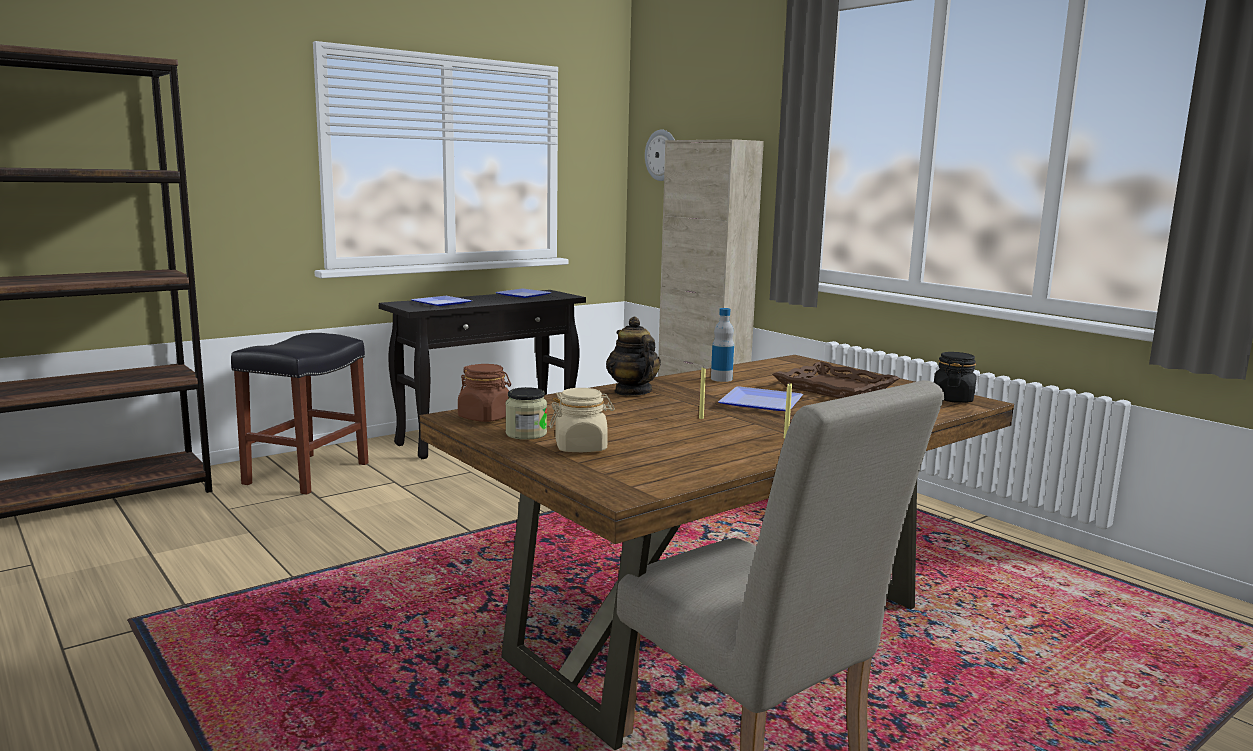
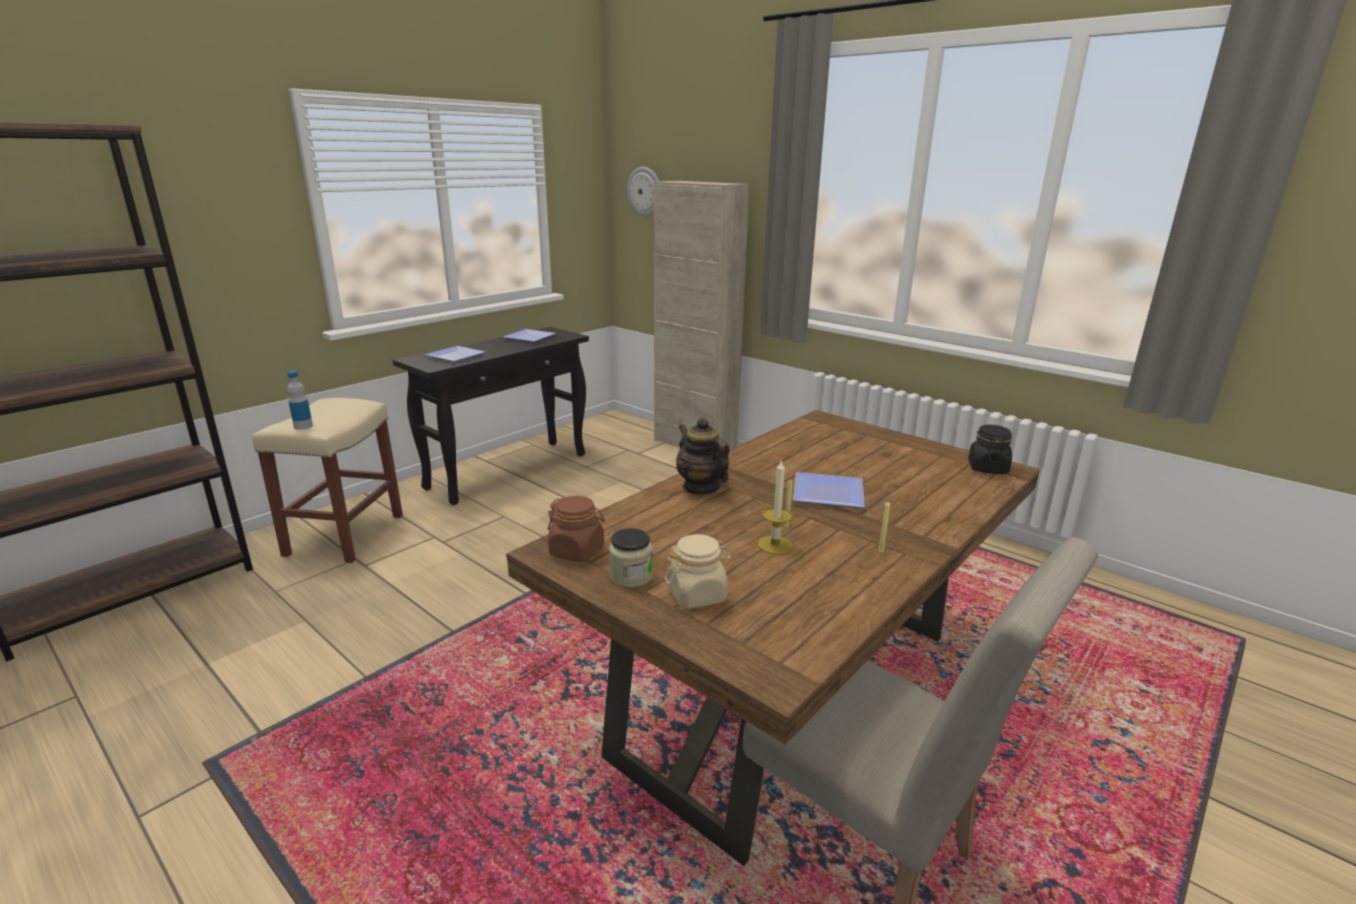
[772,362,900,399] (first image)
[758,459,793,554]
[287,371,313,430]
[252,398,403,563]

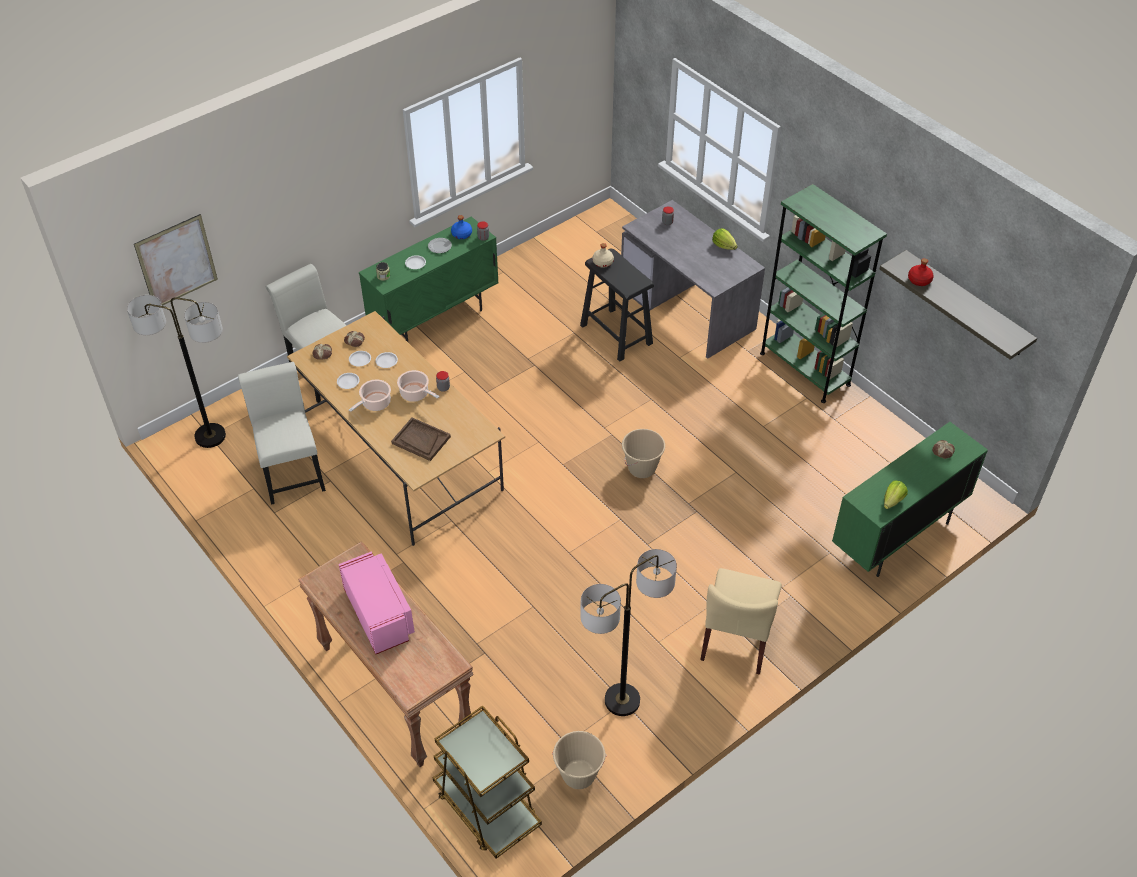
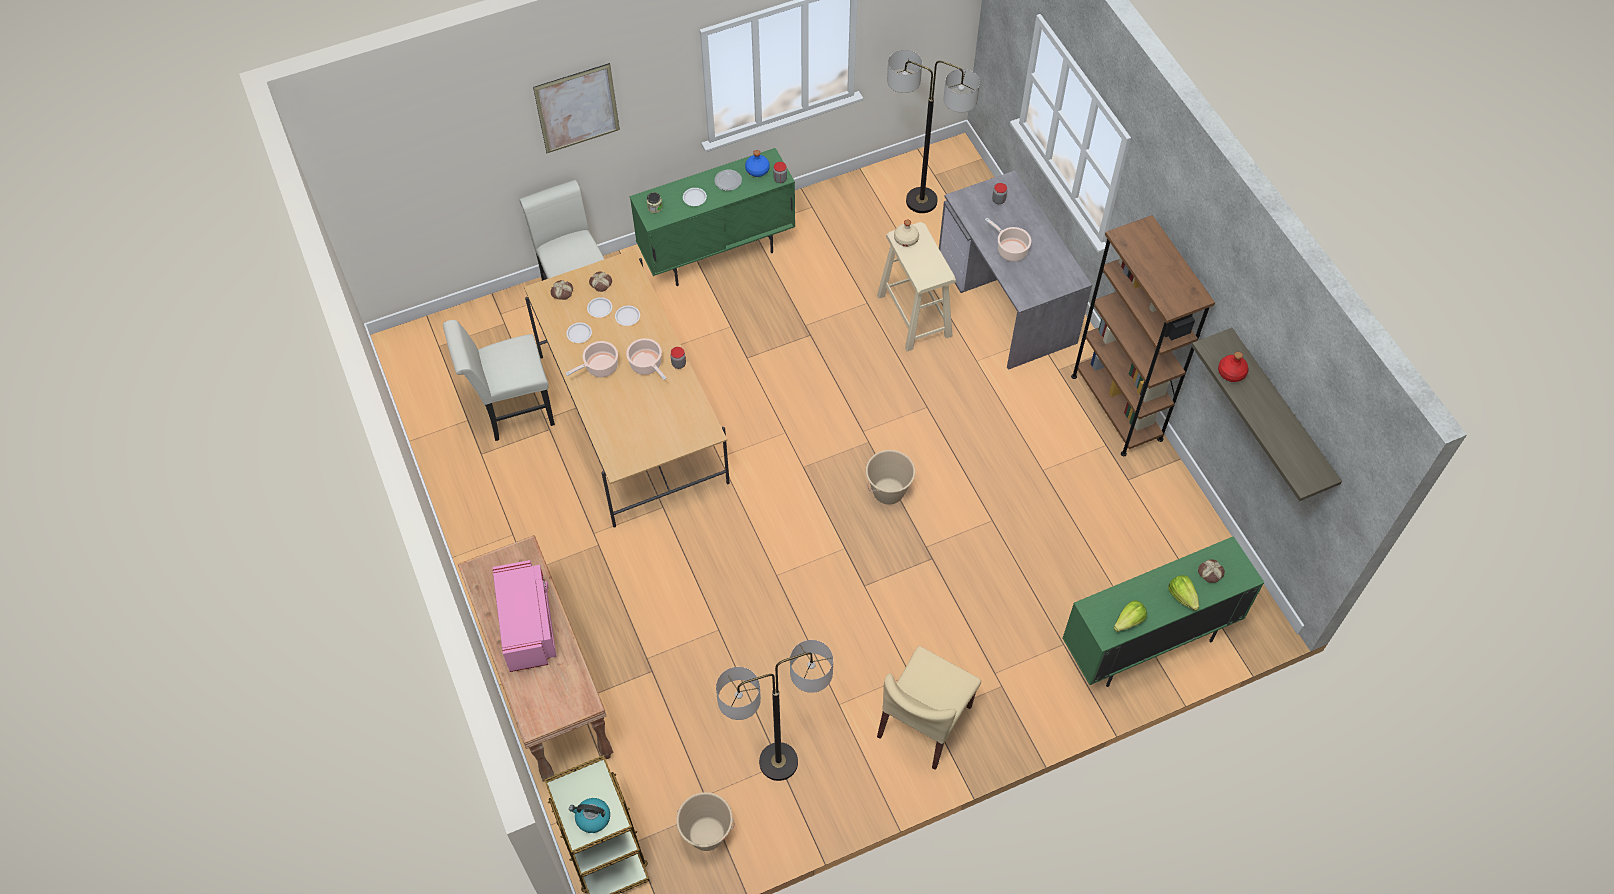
[391,418,451,461] (first image)
[569,798,610,833]
[985,218,1031,262]
[887,50,980,213]
[533,63,620,153]
[1168,575,1199,611]
[877,222,956,352]
[1071,215,1215,456]
[443,320,555,441]

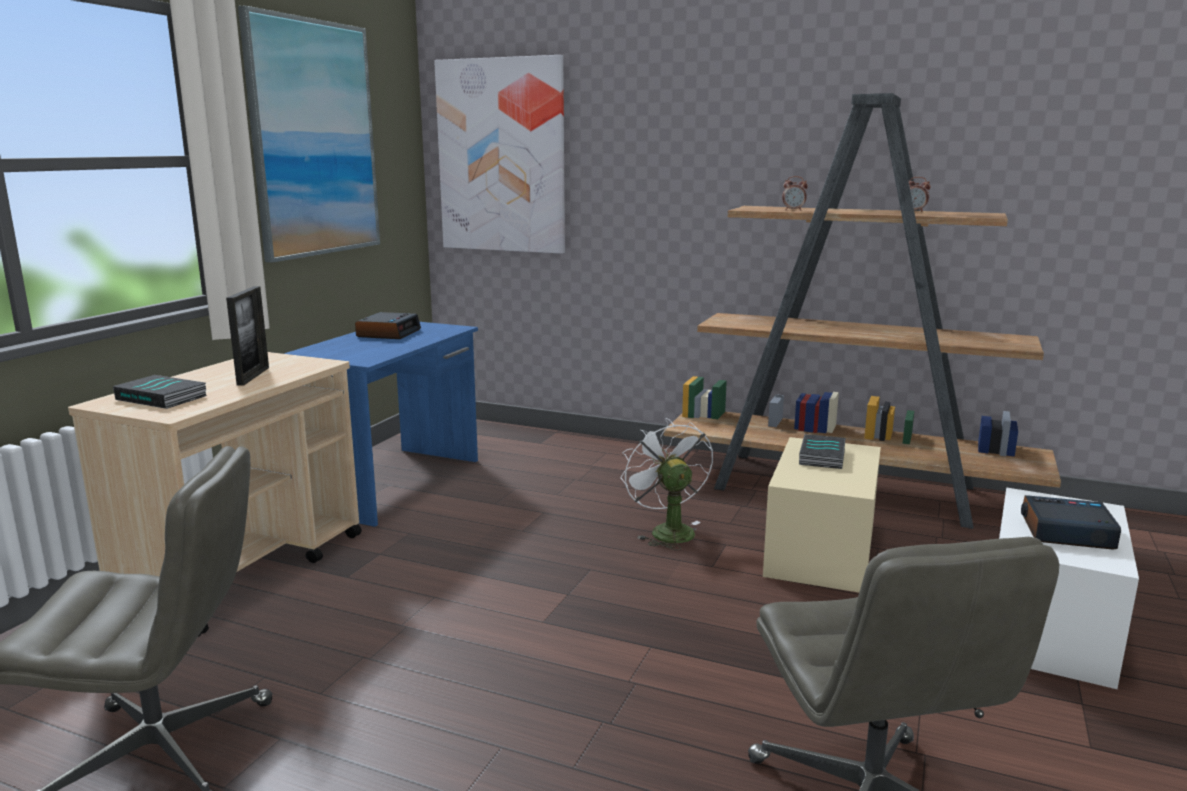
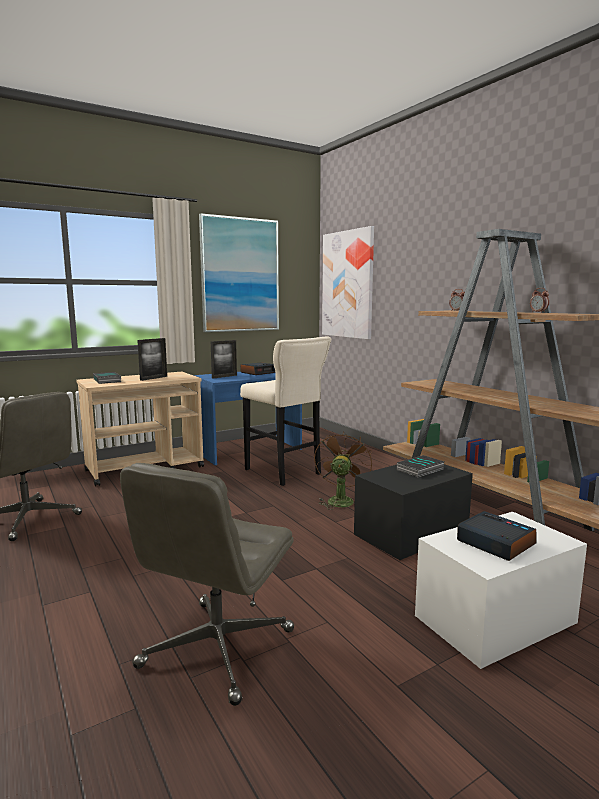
[211,340,237,379]
[240,336,331,486]
[314,431,372,510]
[354,464,473,560]

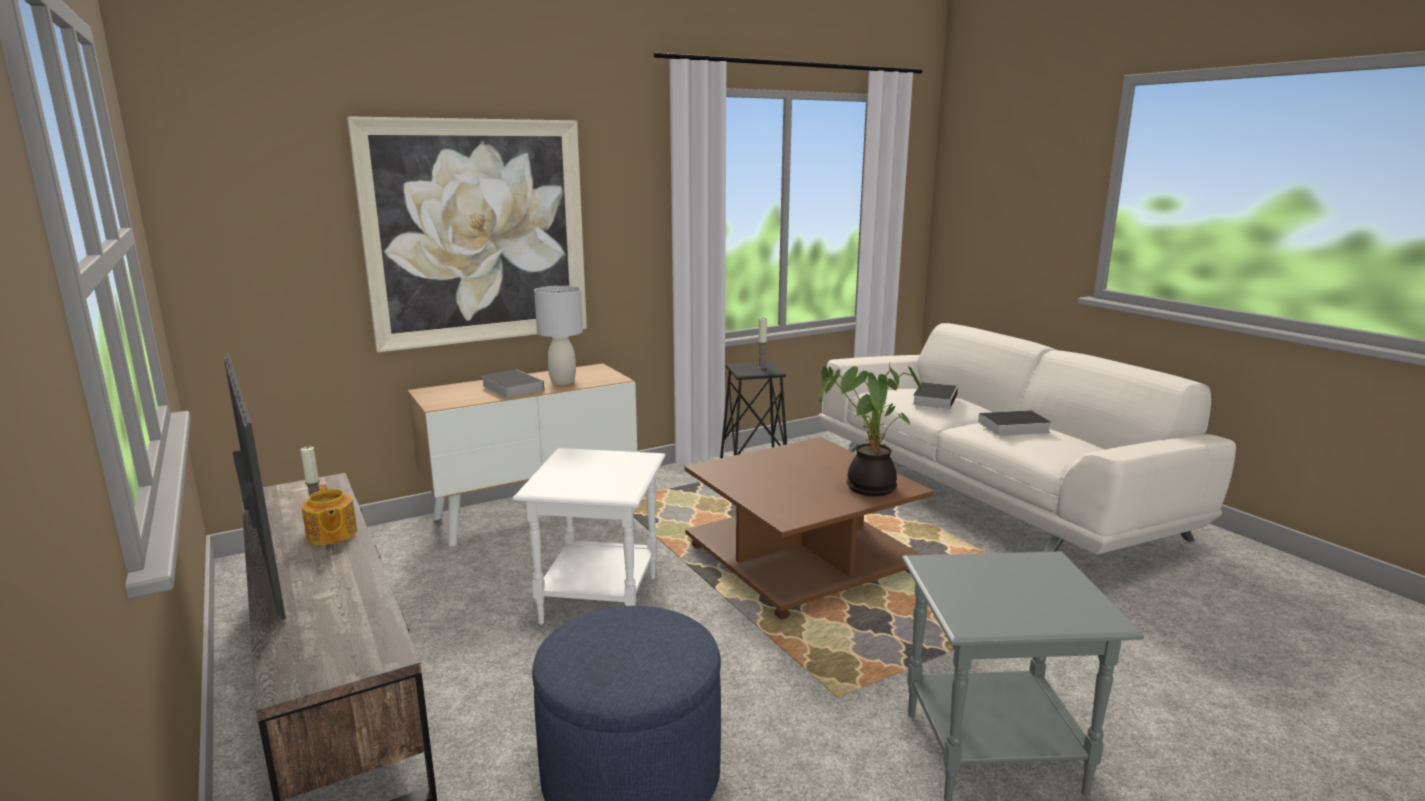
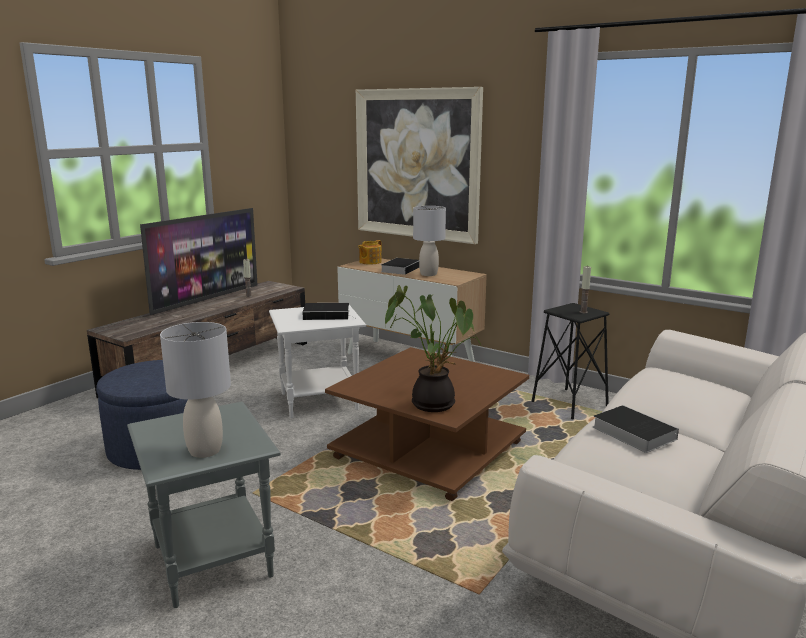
[160,322,231,458]
[358,240,382,264]
[302,303,357,320]

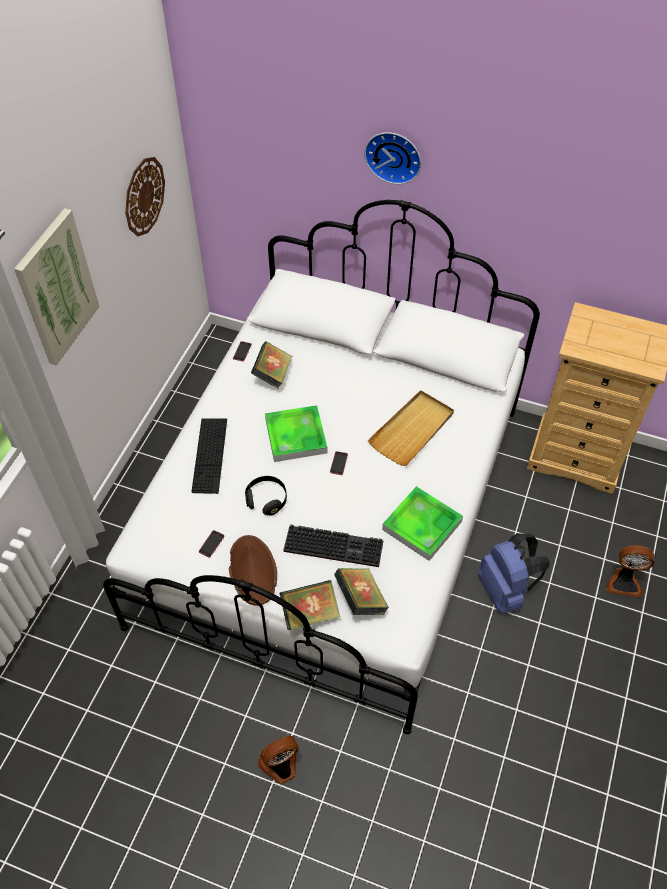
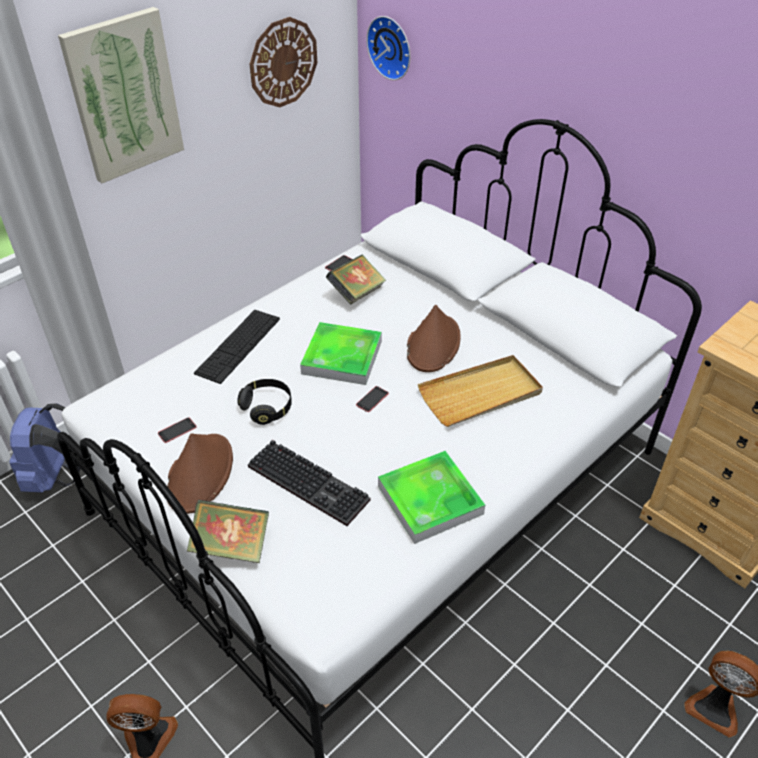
[334,568,389,615] (first image)
[407,305,461,372]
[366,16,411,80]
[9,403,81,493]

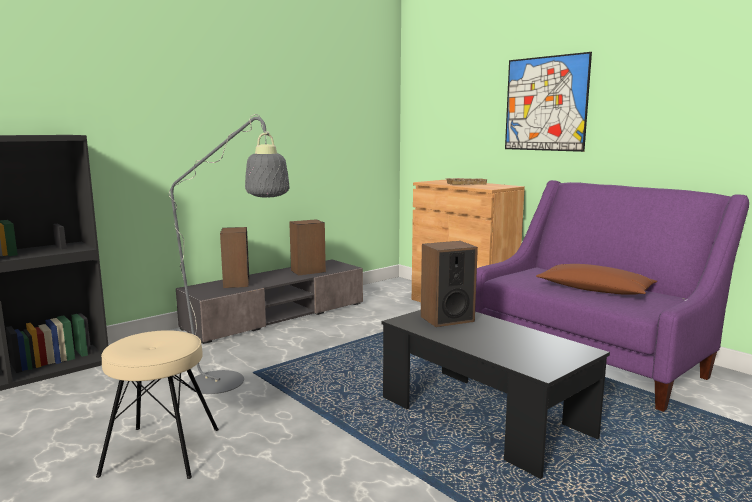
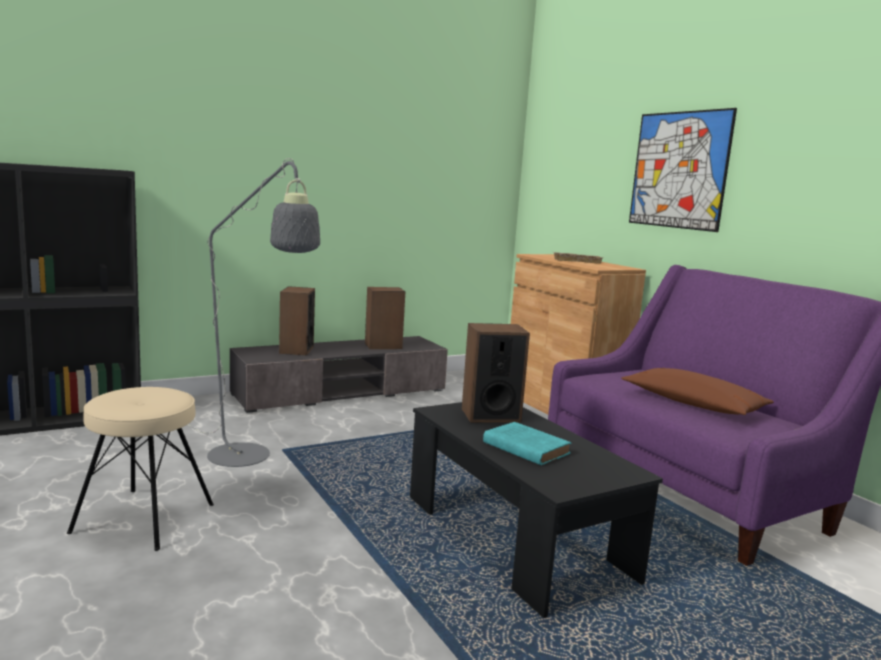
[483,422,571,466]

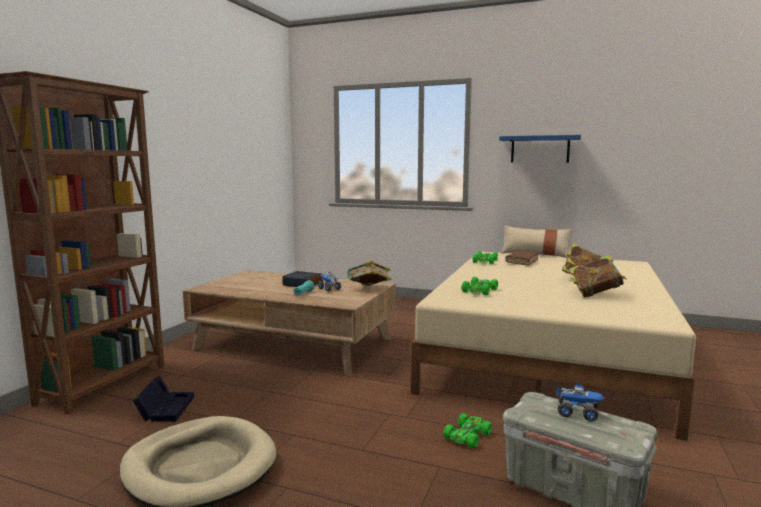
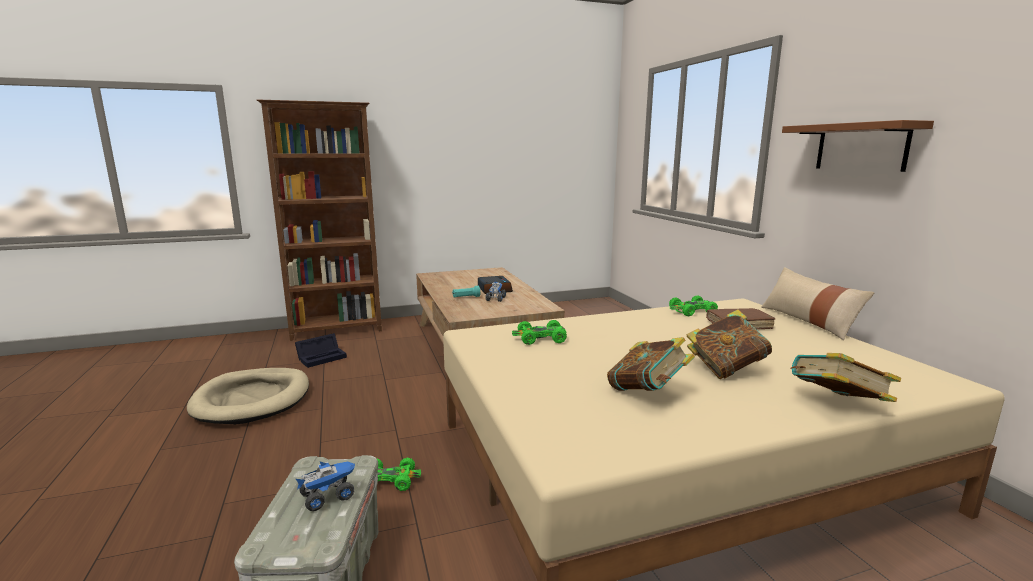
[790,353,901,402]
[782,120,934,172]
[296,461,355,511]

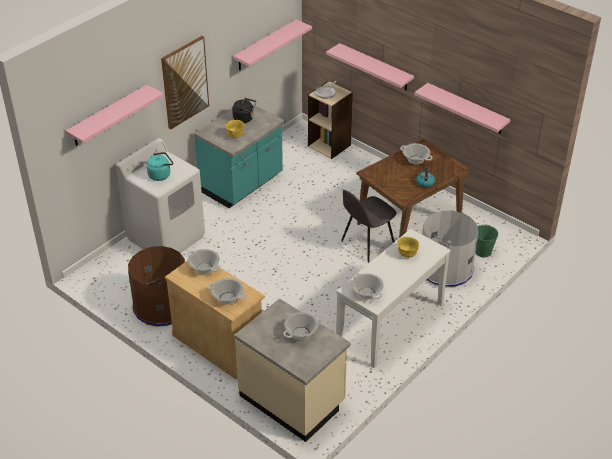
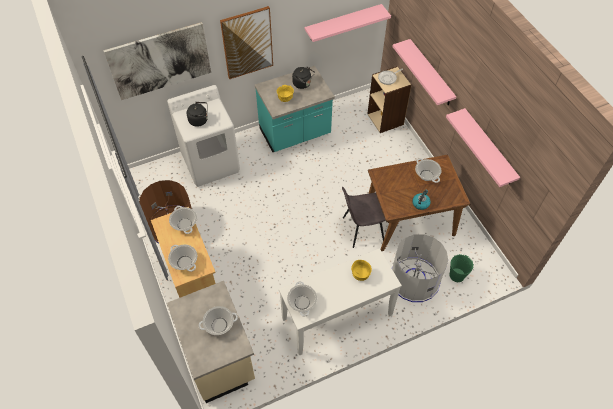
[103,22,211,100]
[187,102,208,127]

